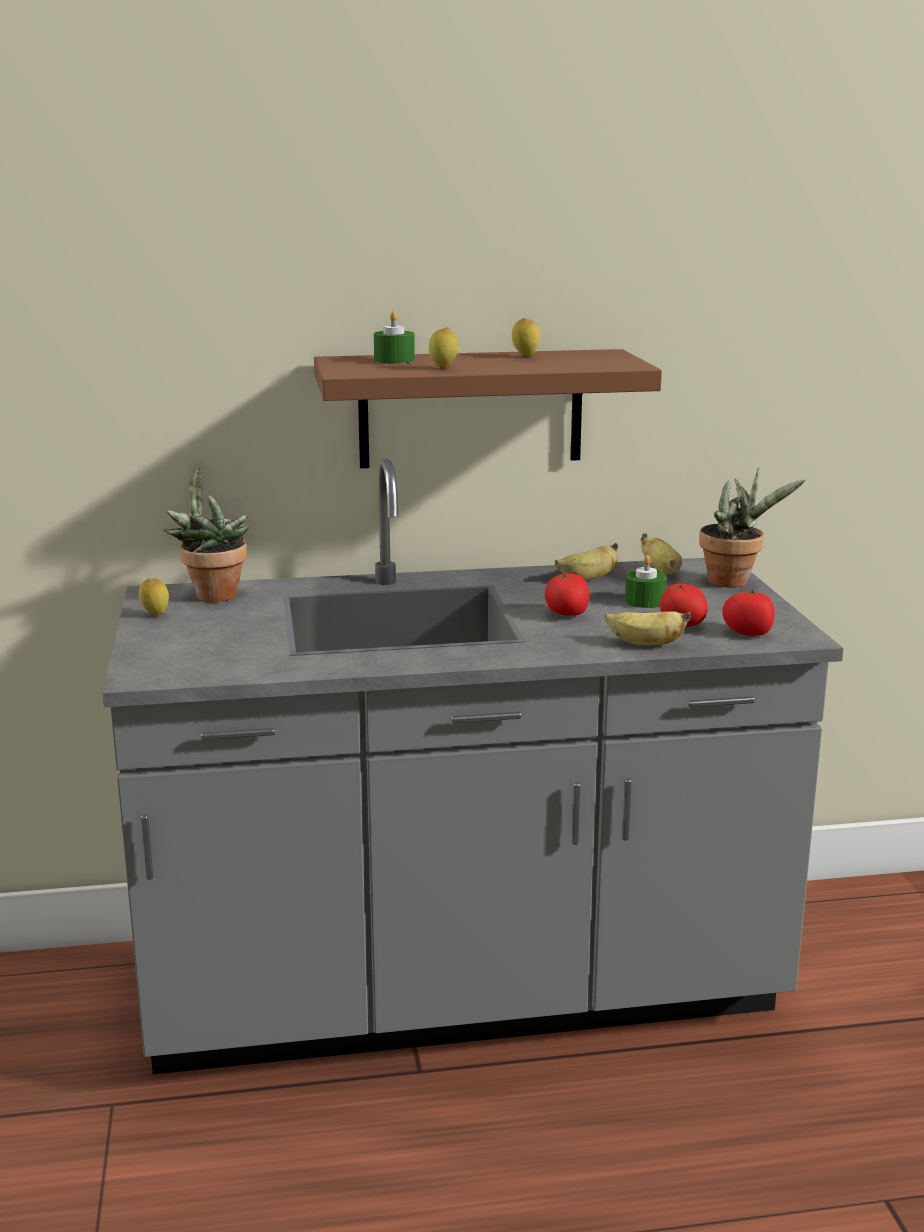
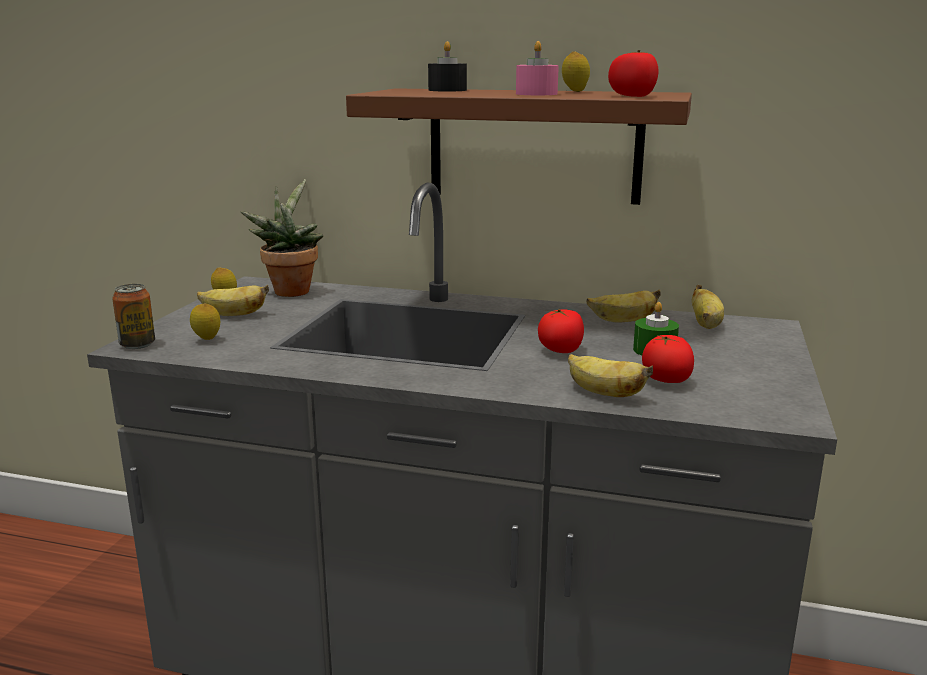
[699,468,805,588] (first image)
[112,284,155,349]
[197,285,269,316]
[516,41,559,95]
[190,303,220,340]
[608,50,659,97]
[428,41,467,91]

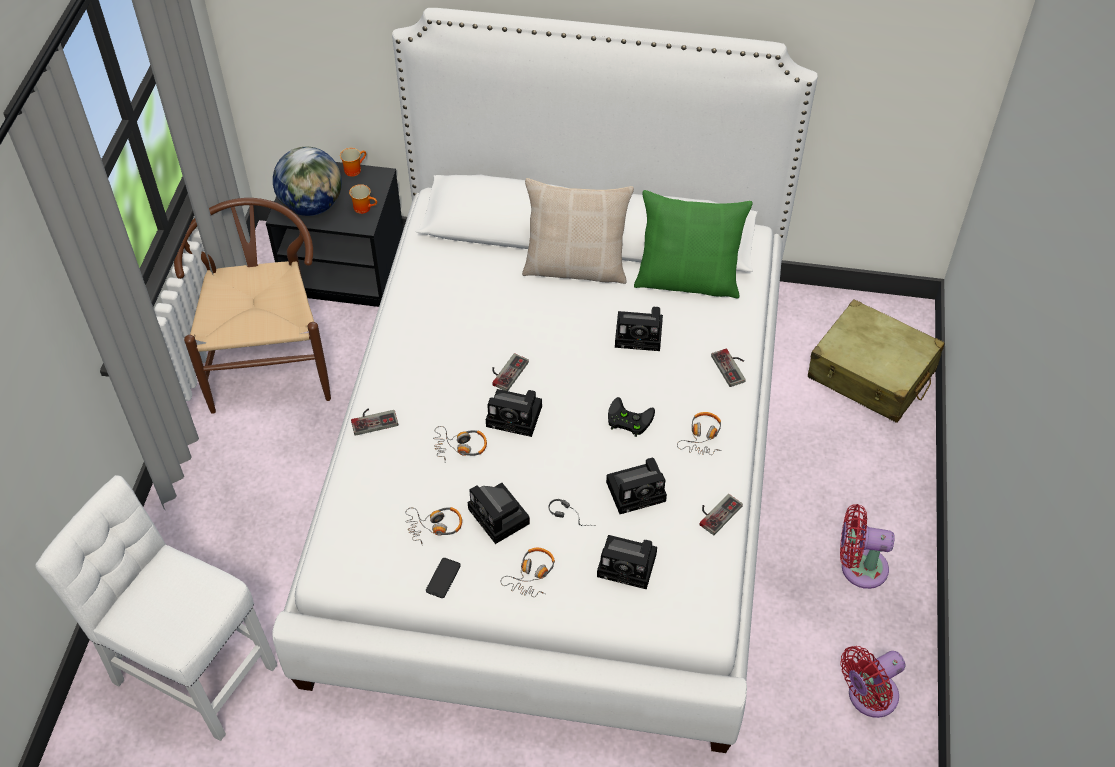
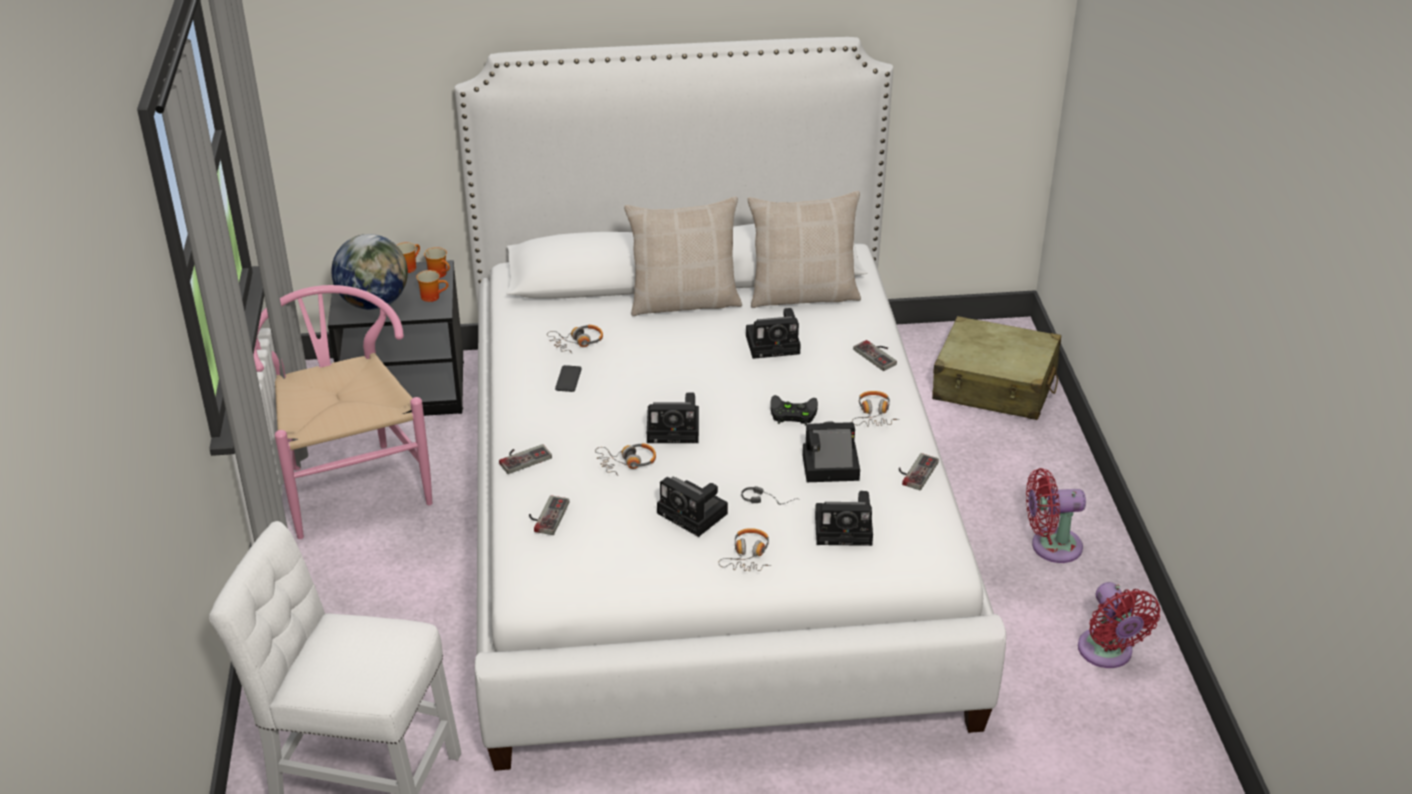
[424,247,450,278]
[547,325,603,353]
[555,365,582,392]
[529,495,569,535]
[253,285,432,539]
[748,191,861,308]
[802,421,860,482]
[1078,582,1160,668]

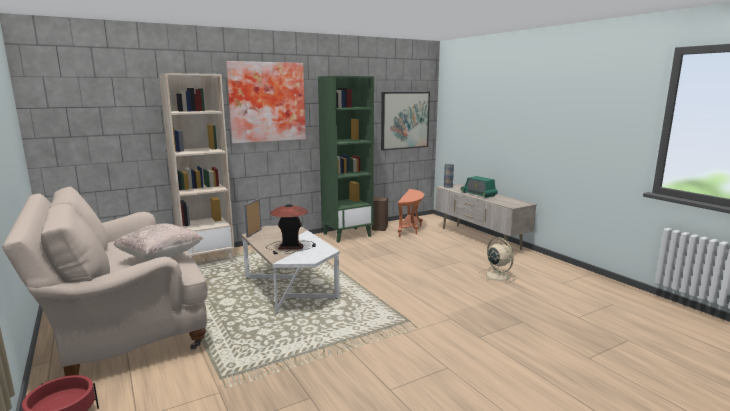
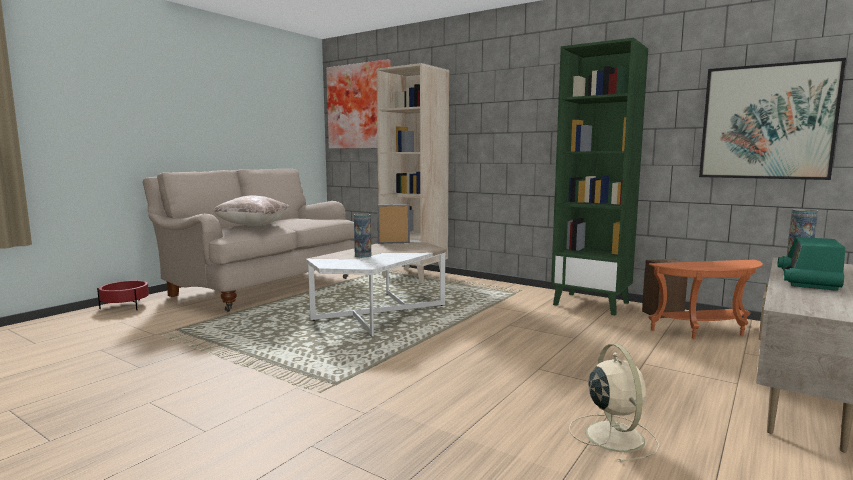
[326,59,391,149]
[354,214,371,258]
[569,344,659,463]

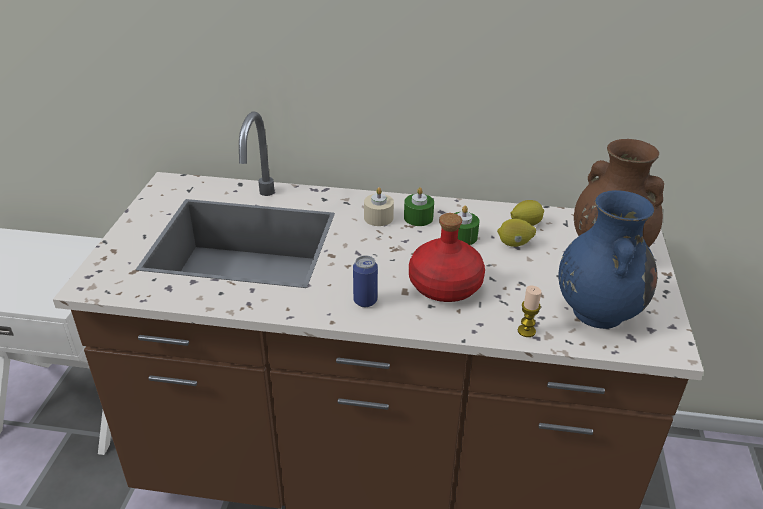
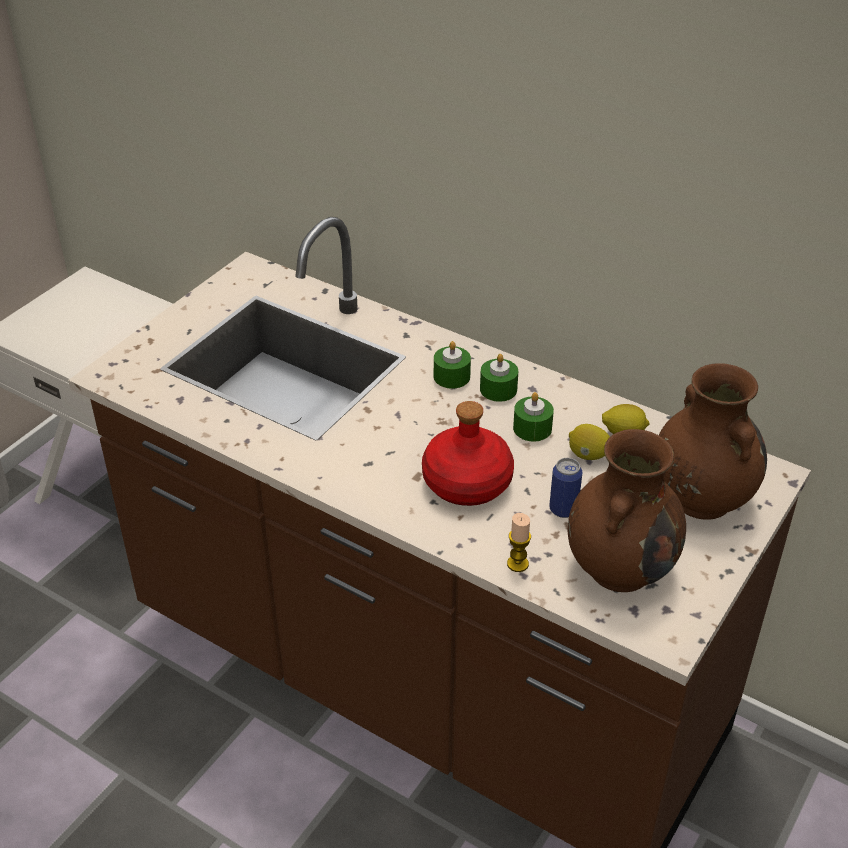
[549,458,582,518]
[434,341,471,389]
[567,429,686,592]

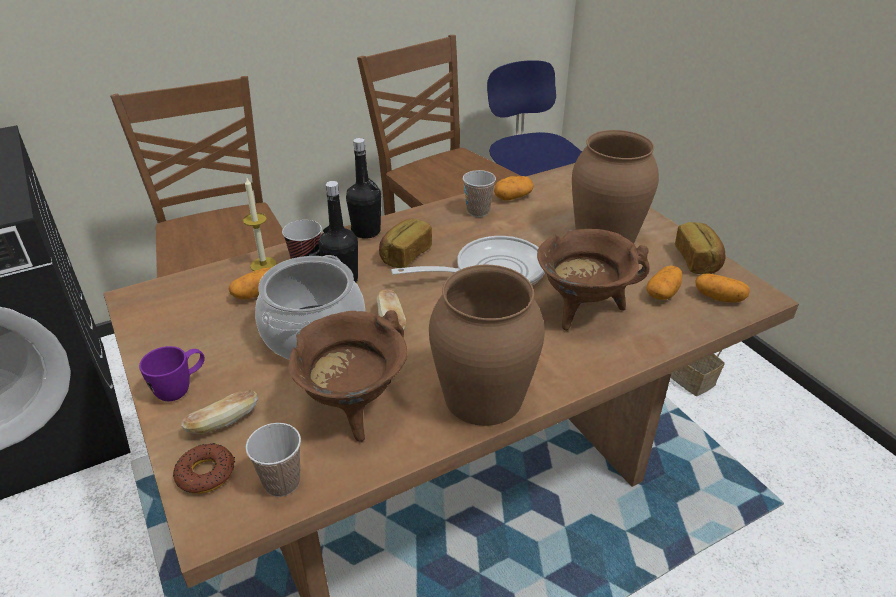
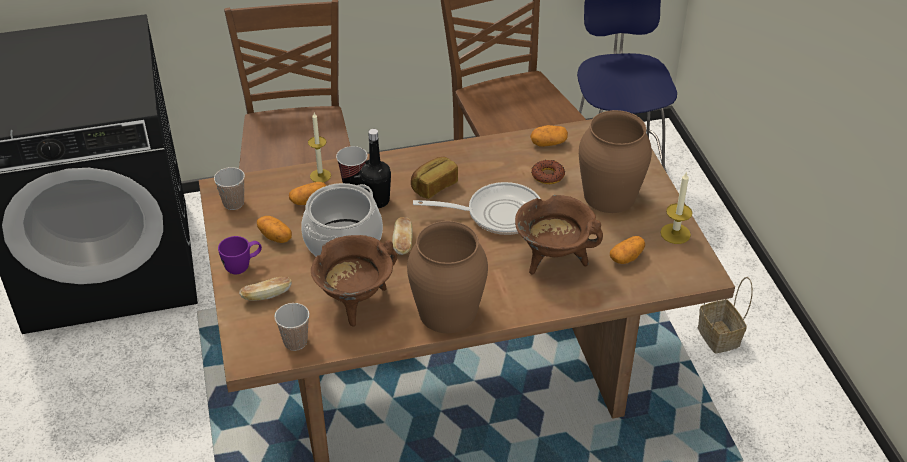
[346,138,381,239] (first image)
[532,160,565,184]
[214,167,245,210]
[257,216,292,243]
[660,171,693,244]

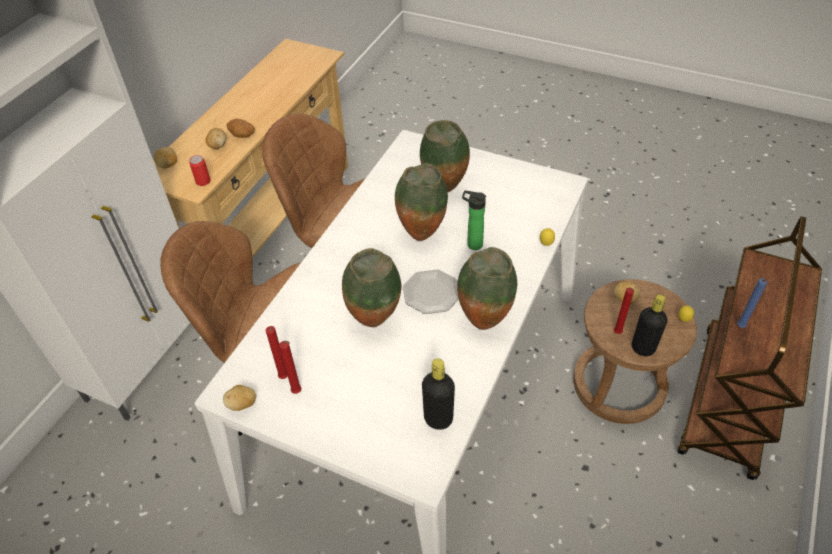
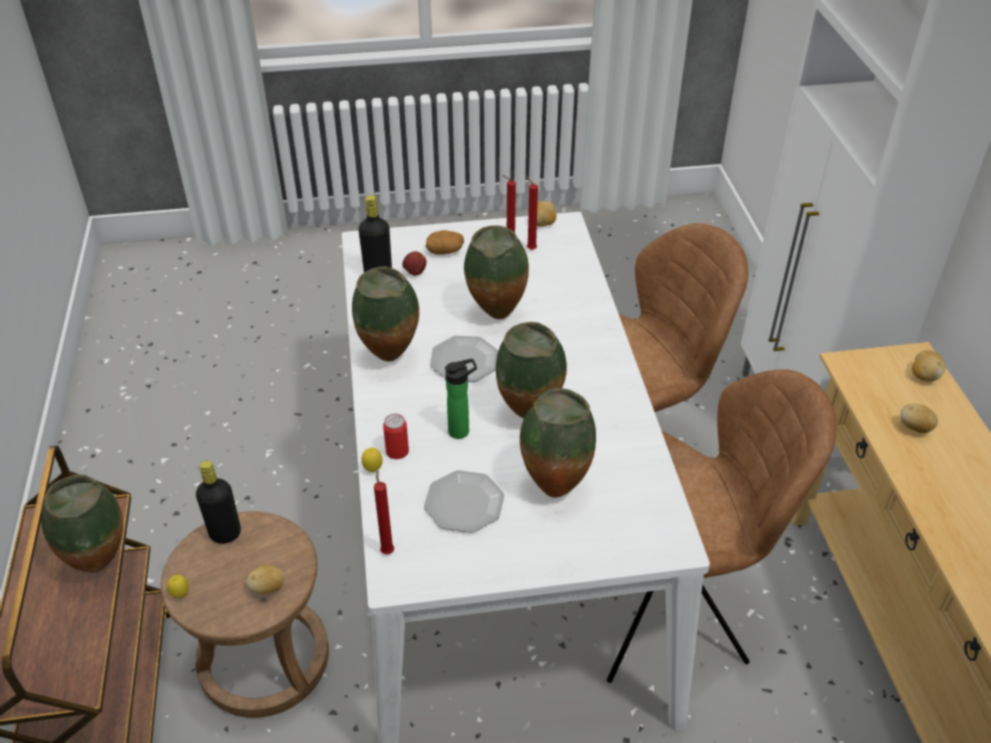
[402,251,426,276]
[424,470,504,533]
[383,413,409,459]
[426,230,464,255]
[374,469,394,554]
[41,474,123,572]

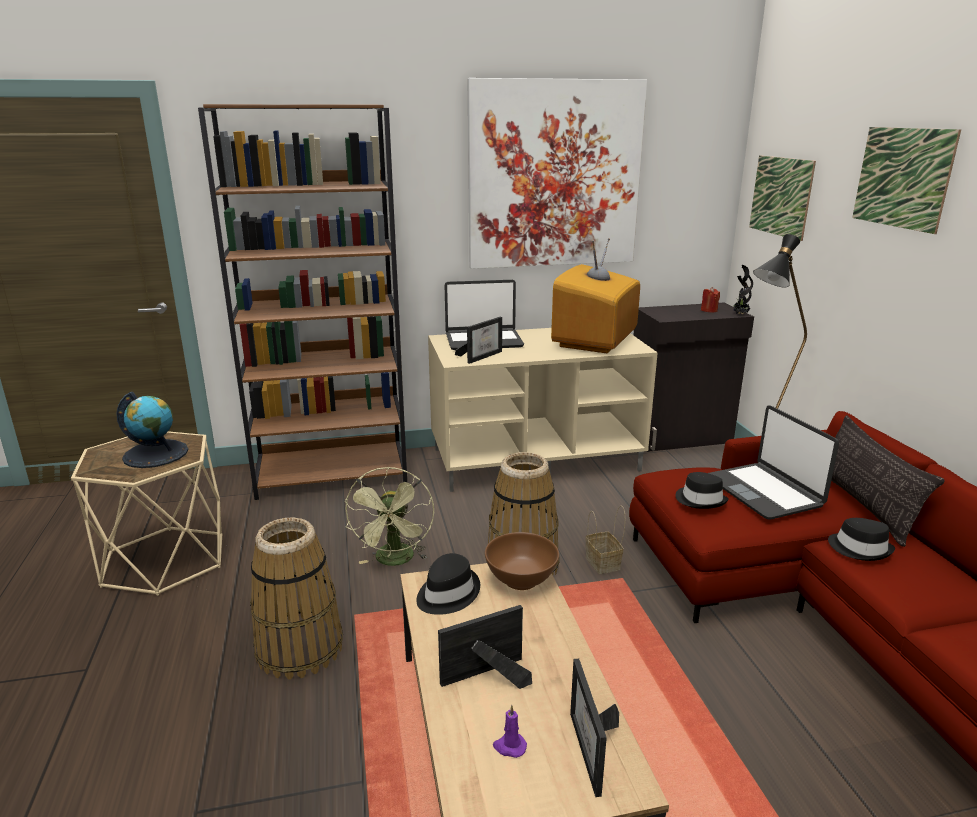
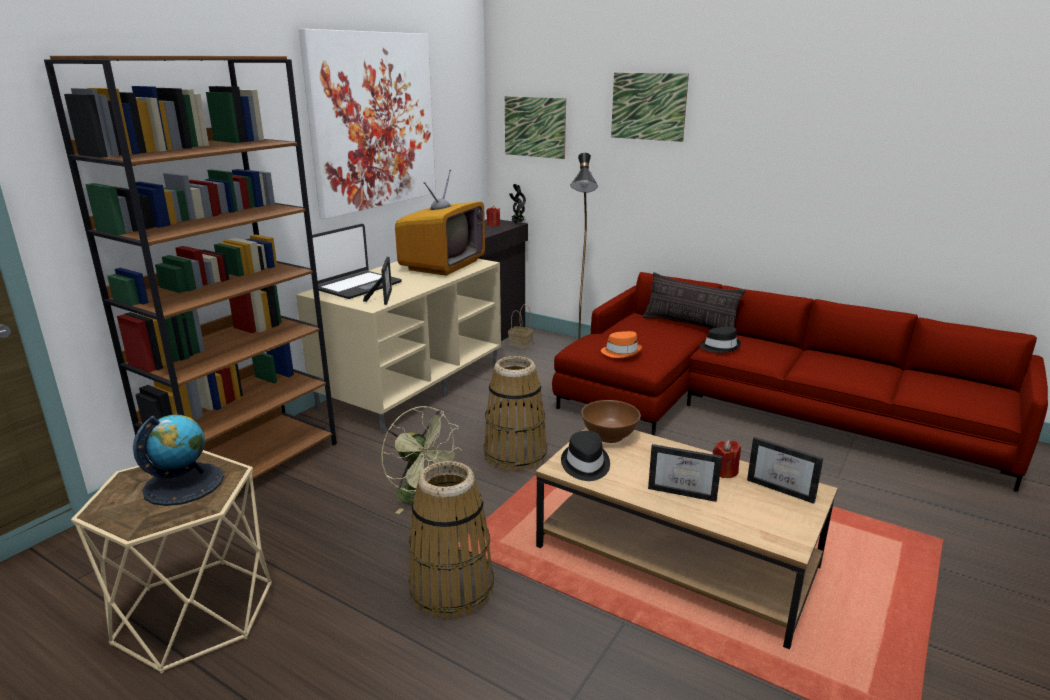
[493,705,527,758] (first image)
[709,405,839,520] (first image)
[713,440,741,478]
[508,304,534,349]
[601,331,642,358]
[648,444,722,502]
[395,170,485,276]

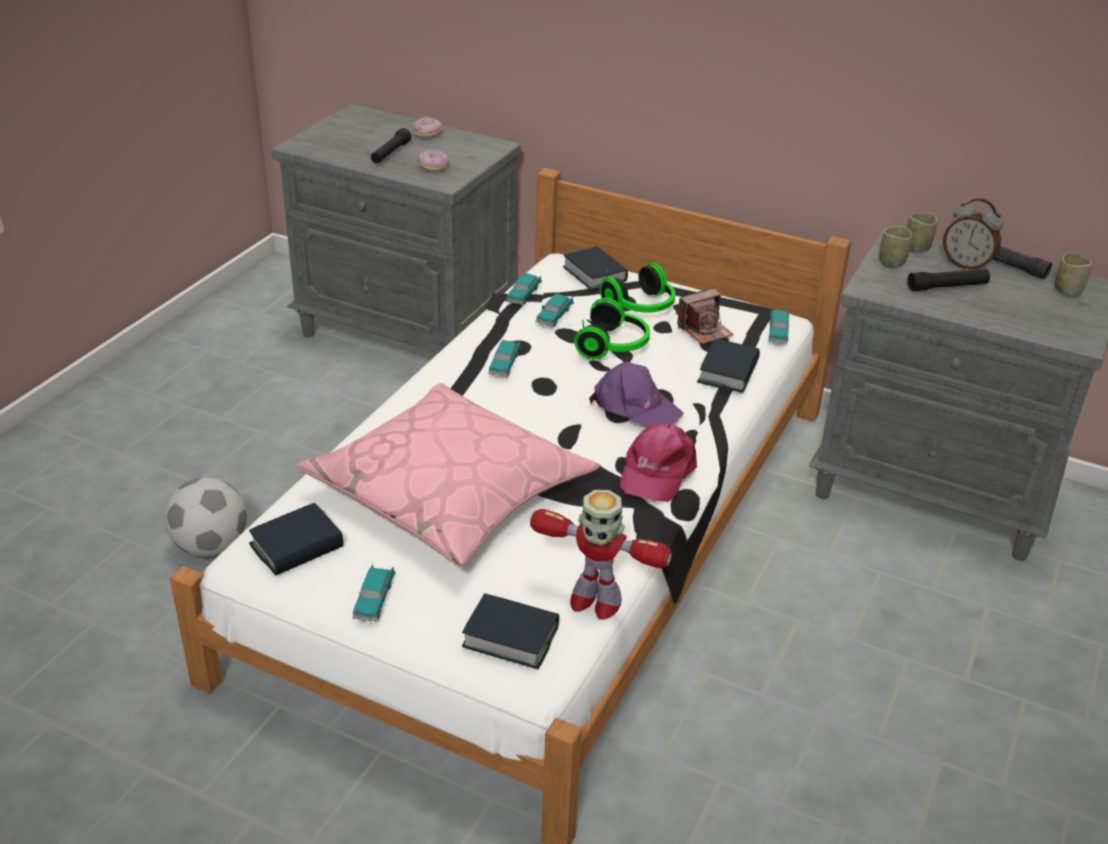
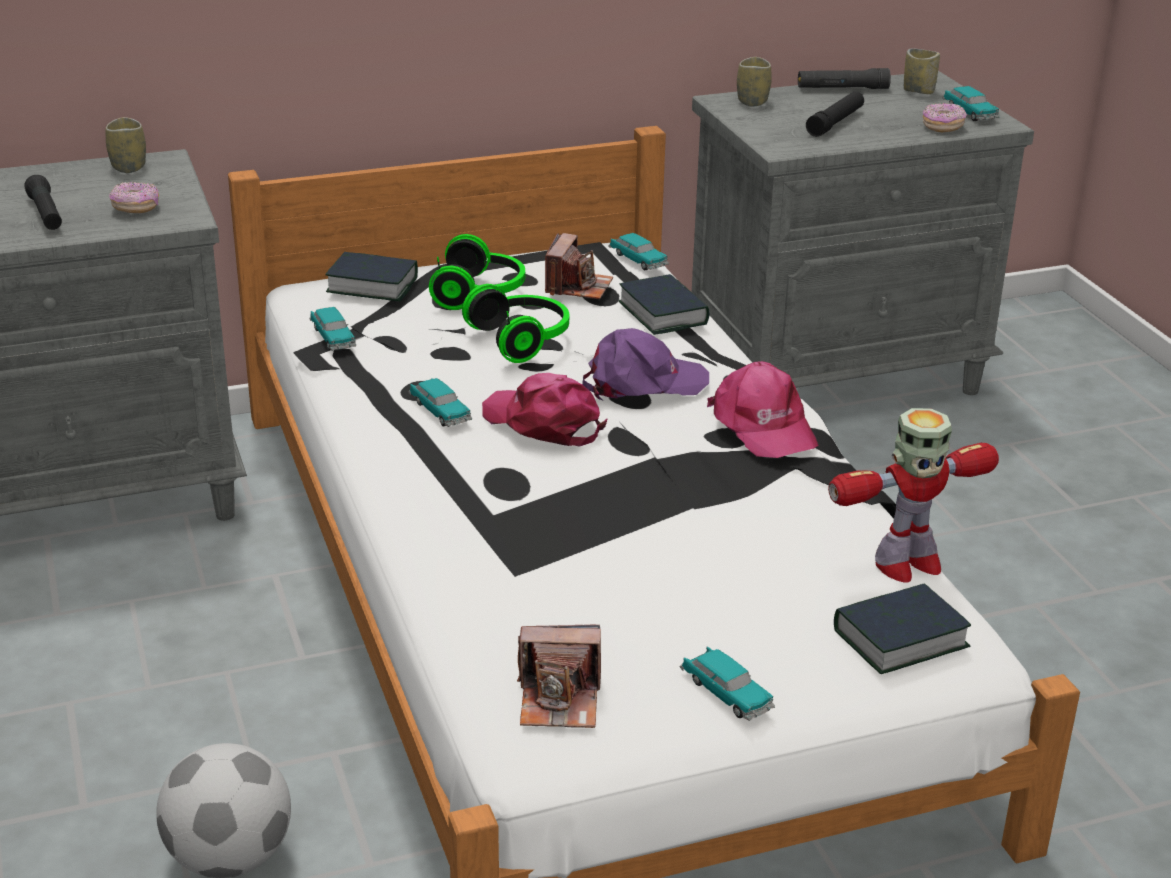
[296,383,599,567] (first image)
[943,198,1003,270] (first image)
[482,373,608,447]
[923,103,967,133]
[942,86,999,121]
[106,117,146,173]
[517,625,601,728]

